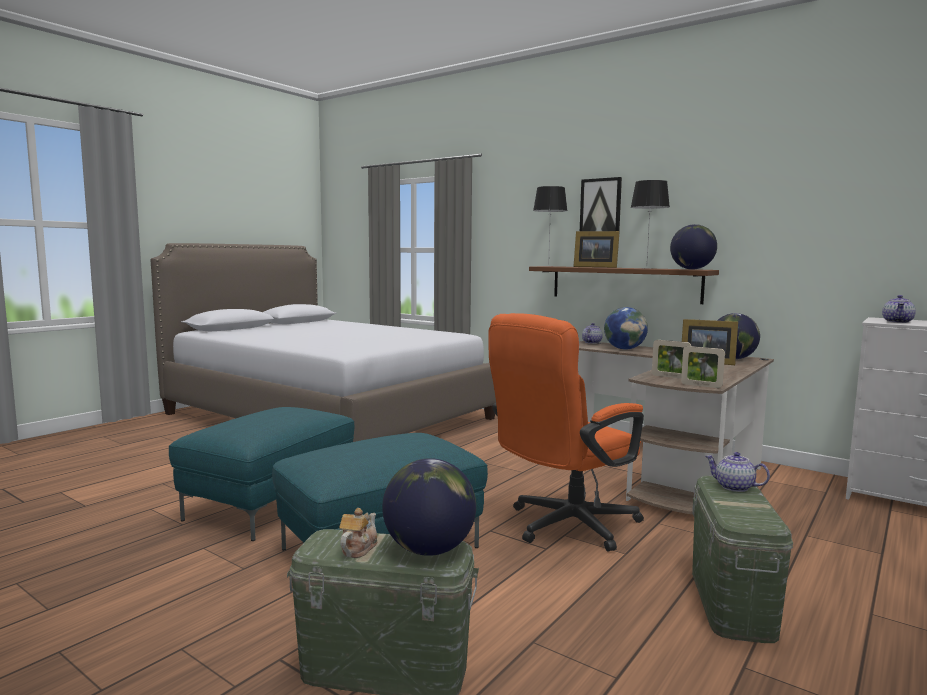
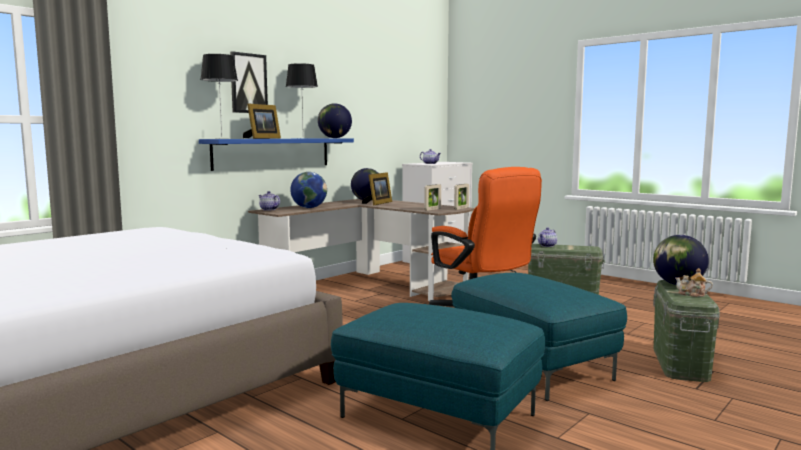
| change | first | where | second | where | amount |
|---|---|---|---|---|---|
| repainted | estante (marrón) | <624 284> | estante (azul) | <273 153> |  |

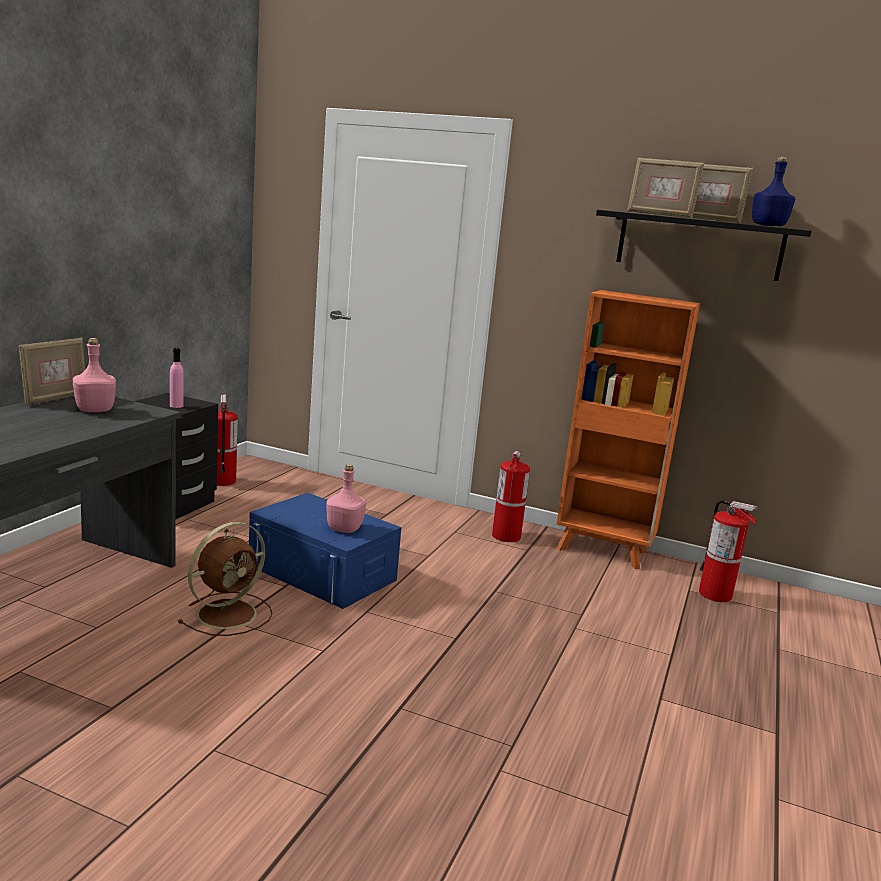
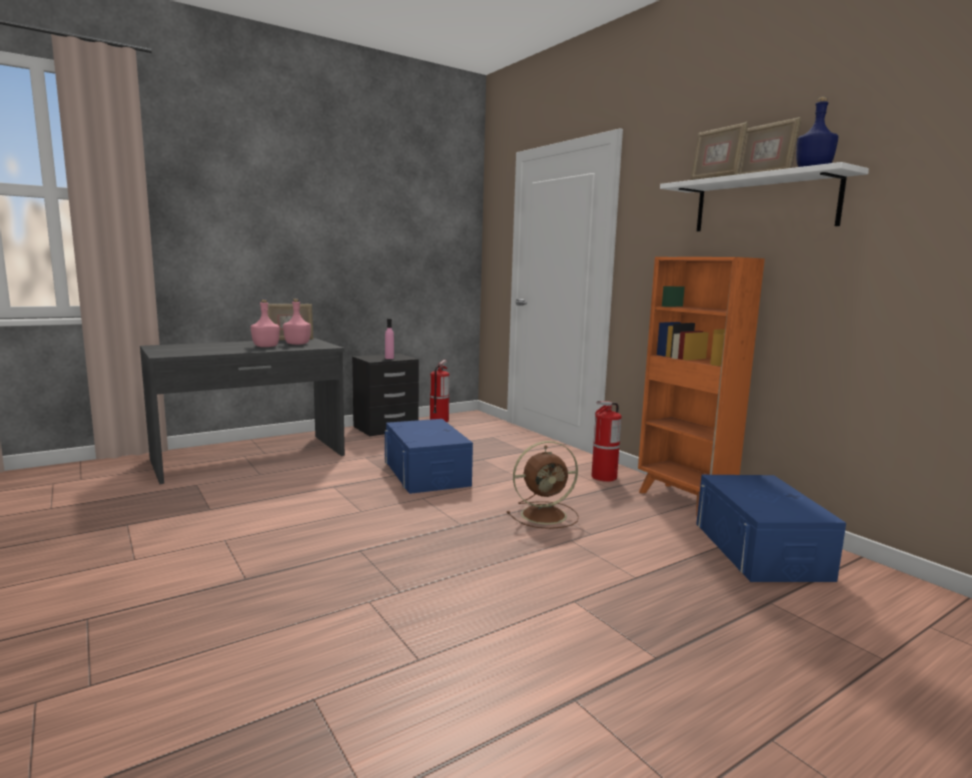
| change | first | where | second | where | amount |
|---|---|---|---|---|---|
| shifted | ventilador (marrón) | <229 613> |  | <545 515> |  |
| shifted | botella (rosa) | <344 529> |  | <265 346> |  |
| swapped | extintor | <715 595> | caja de almacenaje (azul) | <760 550> |  |
| repainted | estante (negro) | <699 246> | estante (blanco) | <764 204> |  |

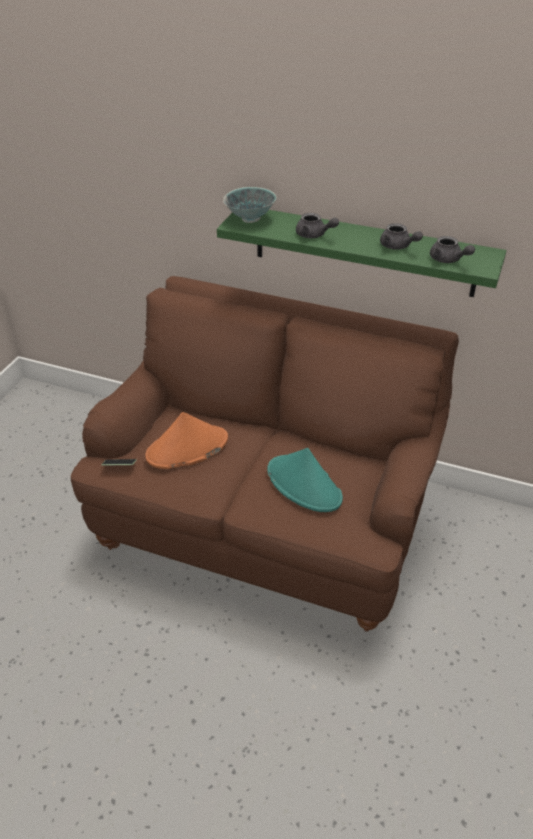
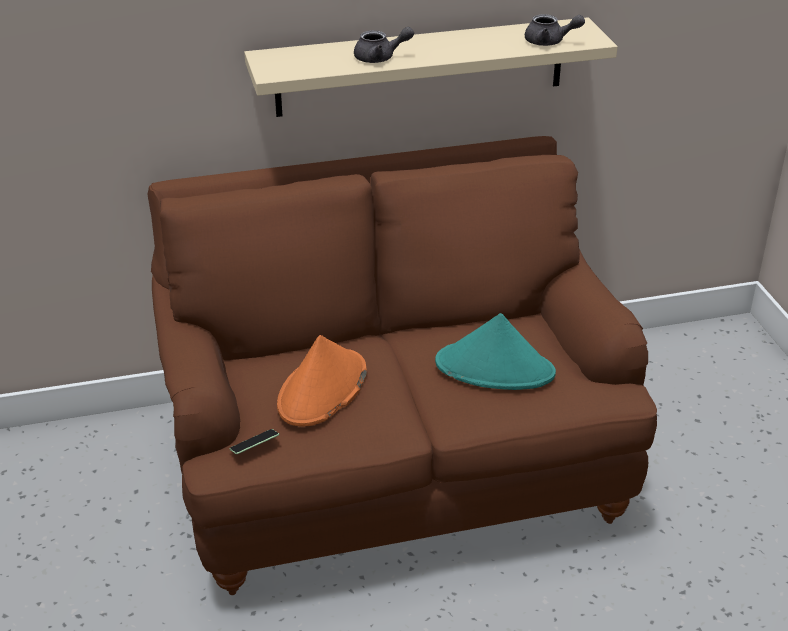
| change | first | where | second | where | amount |
|---|---|---|---|---|---|
| gone | cuenco | <250 218> |  |  |  |
| gone | tetera (gris) | <398 246> |  |  |  |
| repainted | estante (verde) | <364 251> | estante (beis) | <421 67> |  |

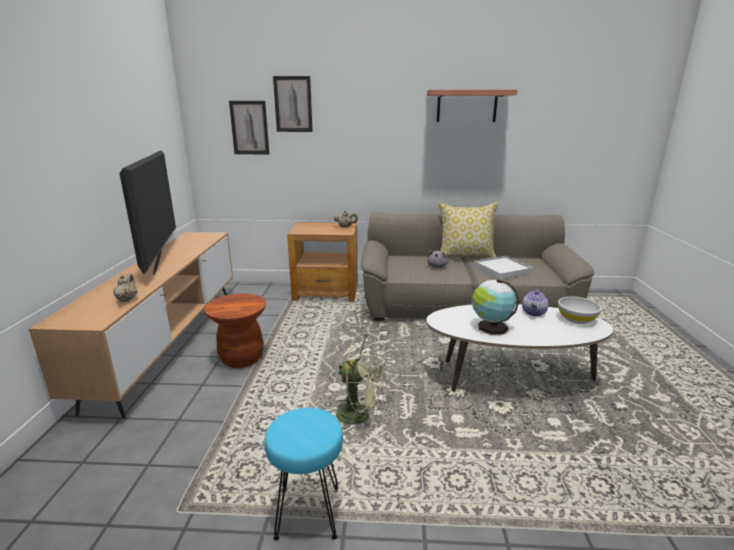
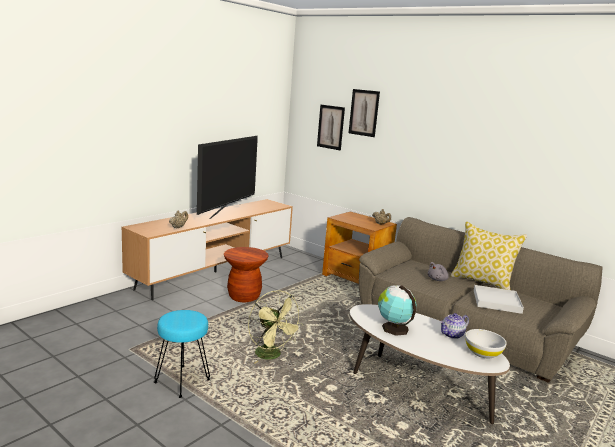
| change | first | where | second | where | amount |
|---|---|---|---|---|---|
| gone | estante | <466 106> |  |  |  |

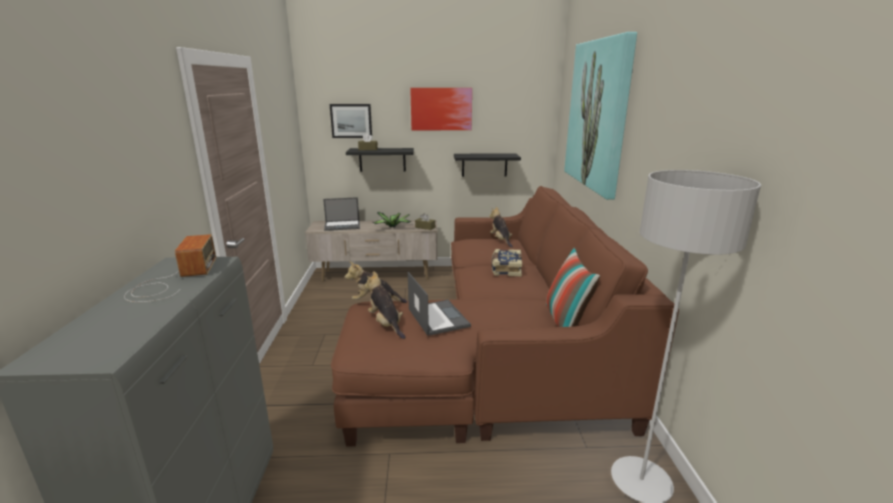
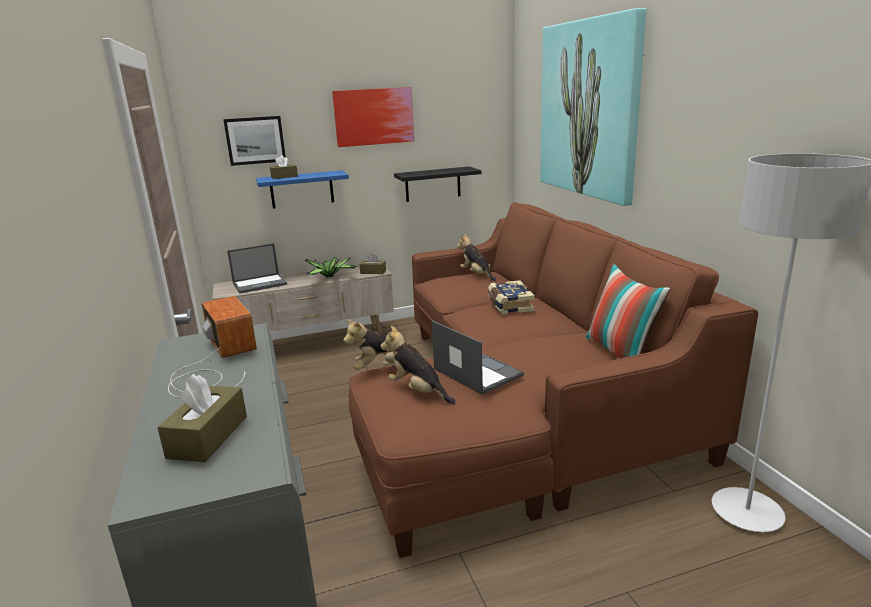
| change | first | where | second | where | amount |
|---|---|---|---|---|---|
| new |  |  | caja de pañuelos (marrón) | <208 437> |  |
| repainted | estante (negro) | <382 159> | estante (azul) | <302 189> |  |

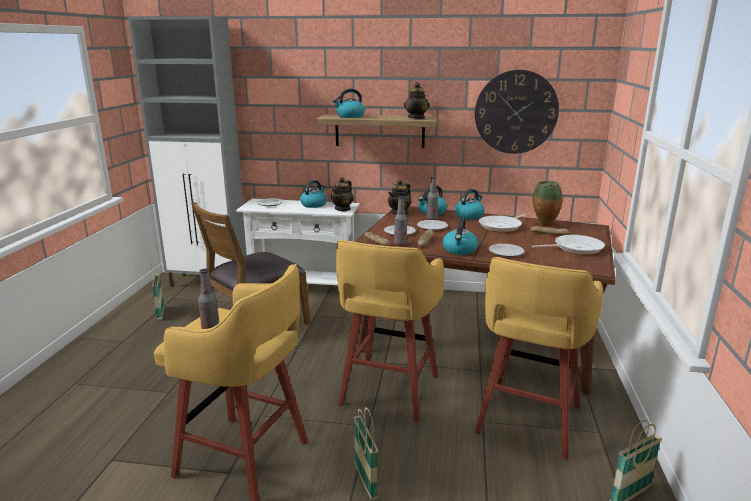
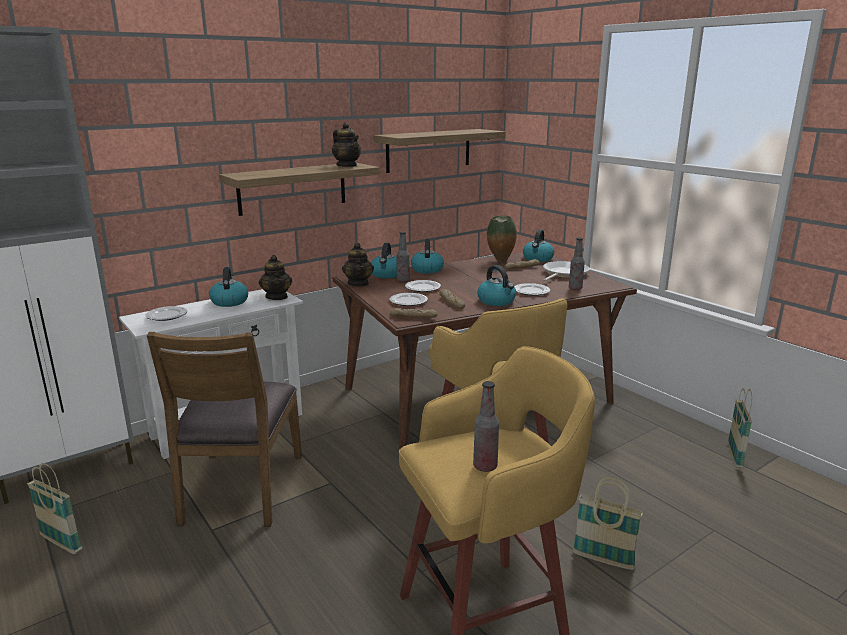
| change | first | where | second | where | amount |
|---|---|---|---|---|---|
| gone | taburete (amarillo) | <527 421> |  |  |  |
| gone | sartén | <501 226> |  |  |  |
| shifted | hervidor | <350 116> |  | <538 259> |  |
| shifted | botella | <400 243> |  | <575 288> |  |
| swapped | reloj de pared | <516 112> | estante | <429 150> |  |

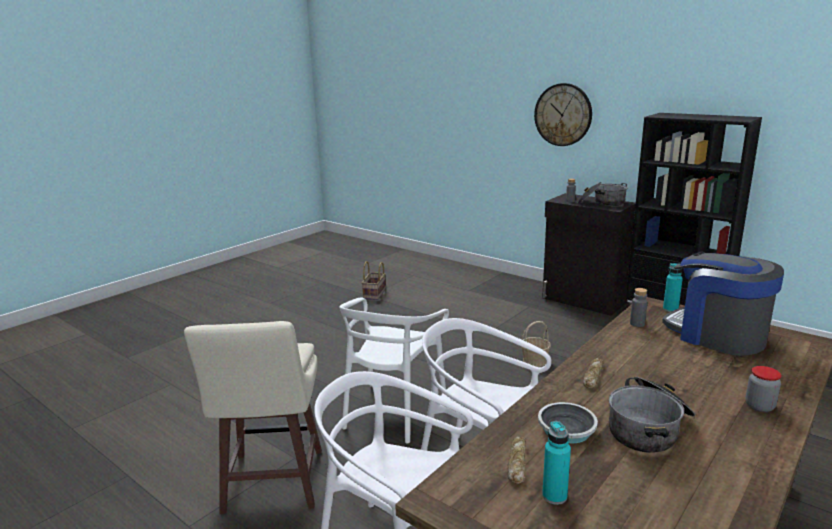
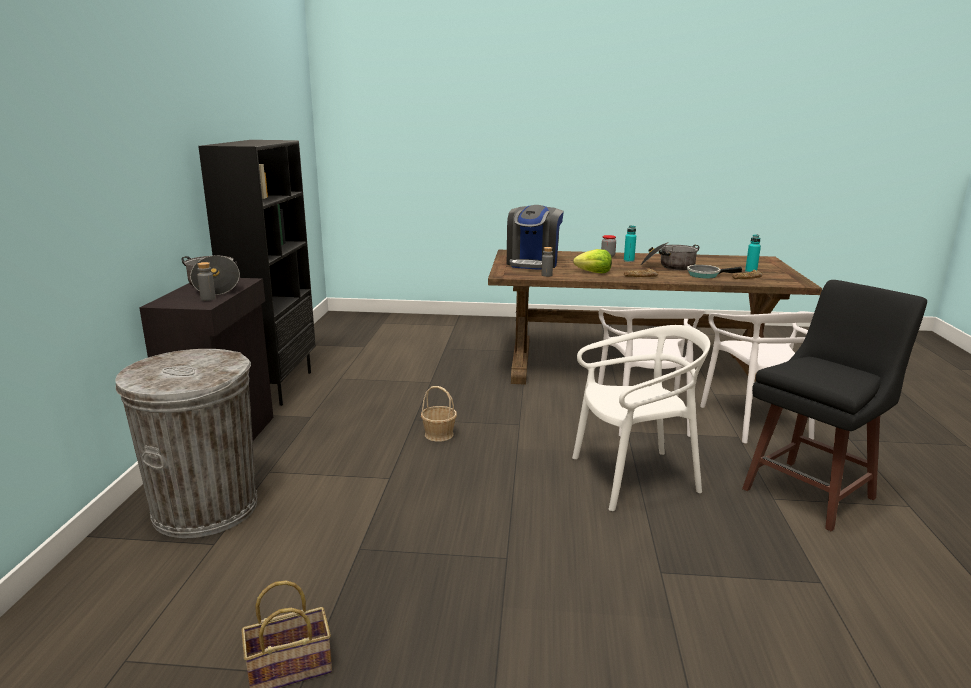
| change | first | where | second | where | amount |
|---|---|---|---|---|---|
| gone | reloj de pared | <563 114> |  |  |  |
| new |  |  | papelera (gris) | <205 508> |  |
| new |  |  | lechuga | <594 273> |  |
| shifted | botella (turquesa) | <670 309> |  | <628 261> |  |
| repainted | taburete (beis) | <272 483> | taburete (negro) | <811 493> |  |

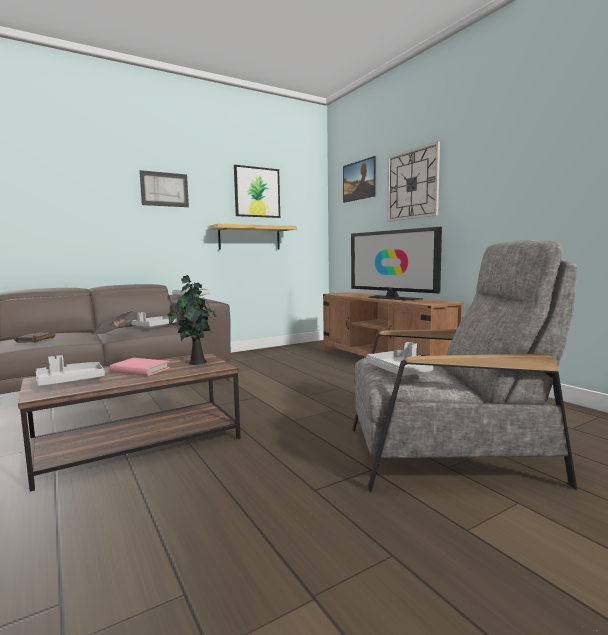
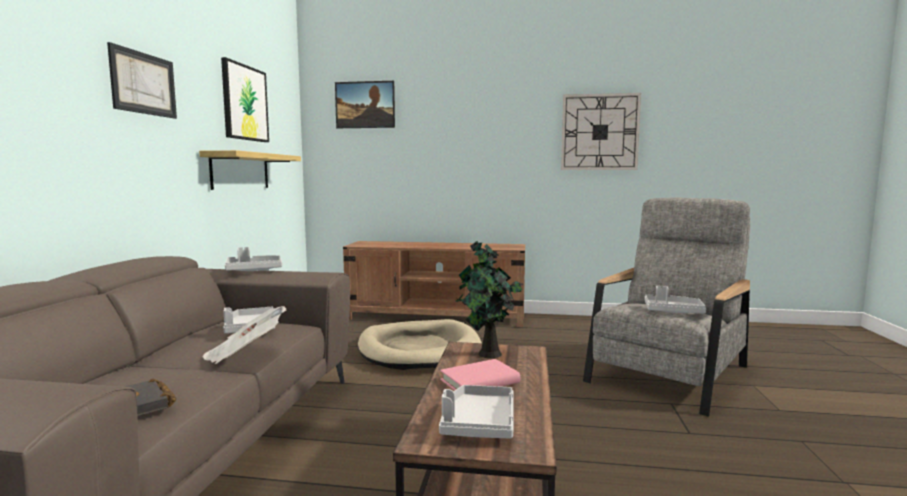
| change | first | where | second | where | amount |
|---|---|---|---|---|---|
| gone | televisor | <392 298> |  |  |  |
| new |  |  | cama para perro (beis) | <419 350> |  |
| shifted | reloj de pared | <412 184> |  | <599 132> |  |

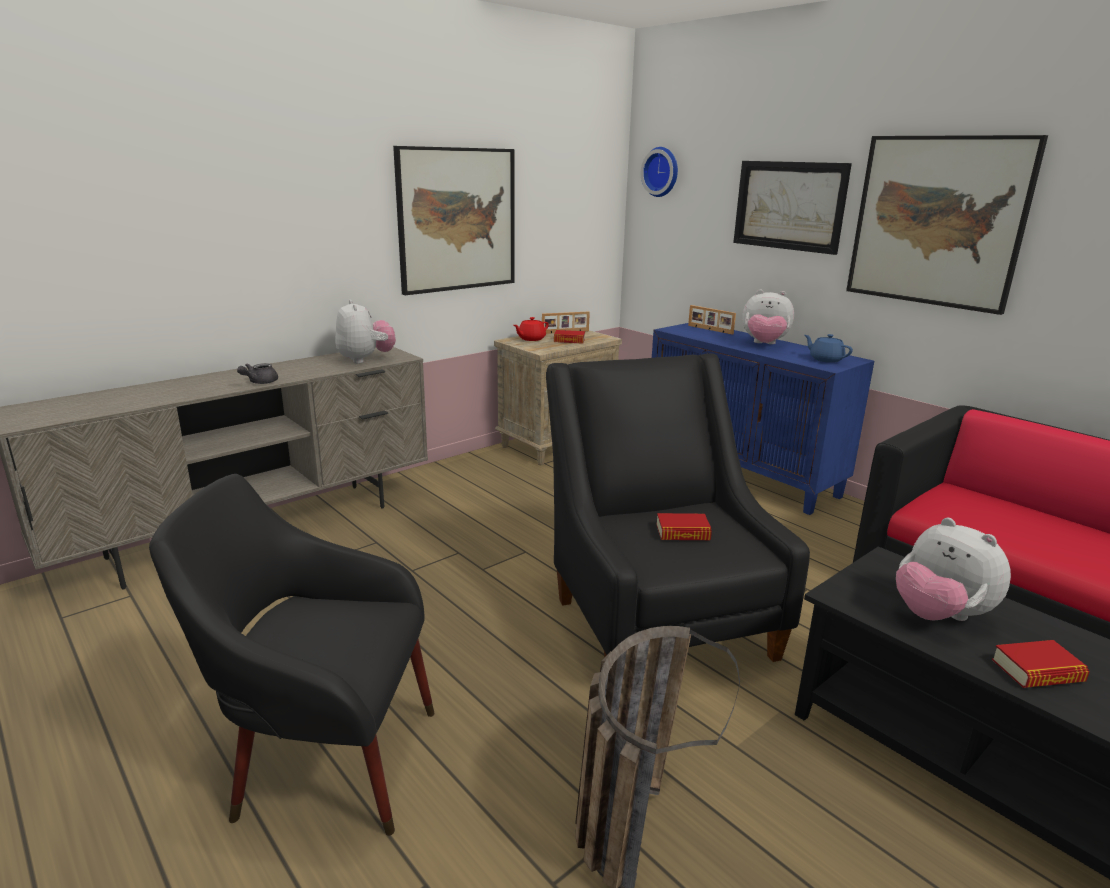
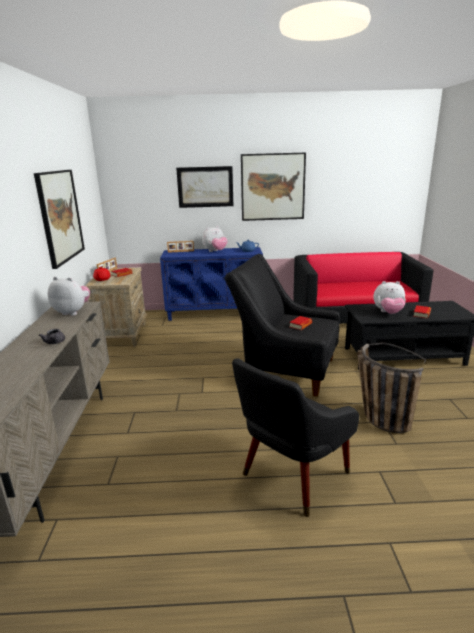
| change | first | where | second | where | amount |
|---|---|---|---|---|---|
| gone | reloj de pared | <662 172> |  |  |  |

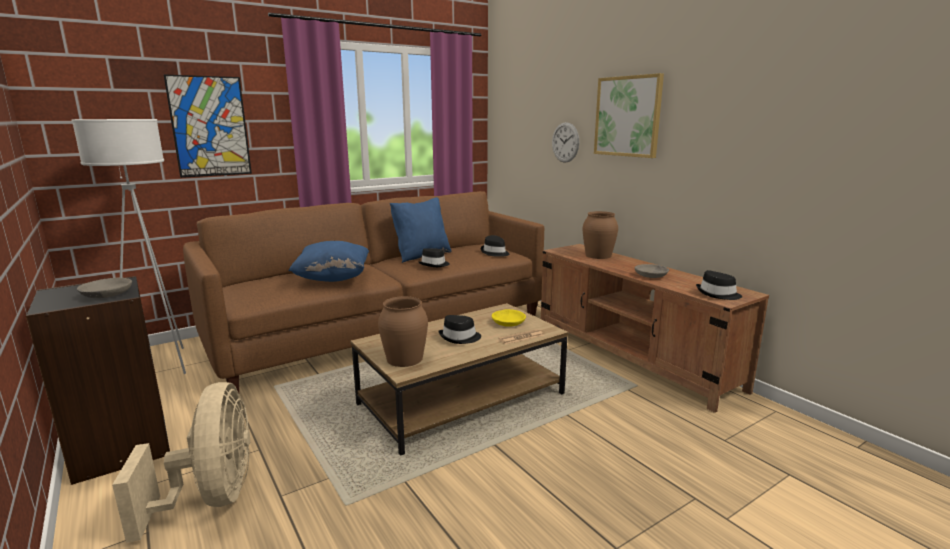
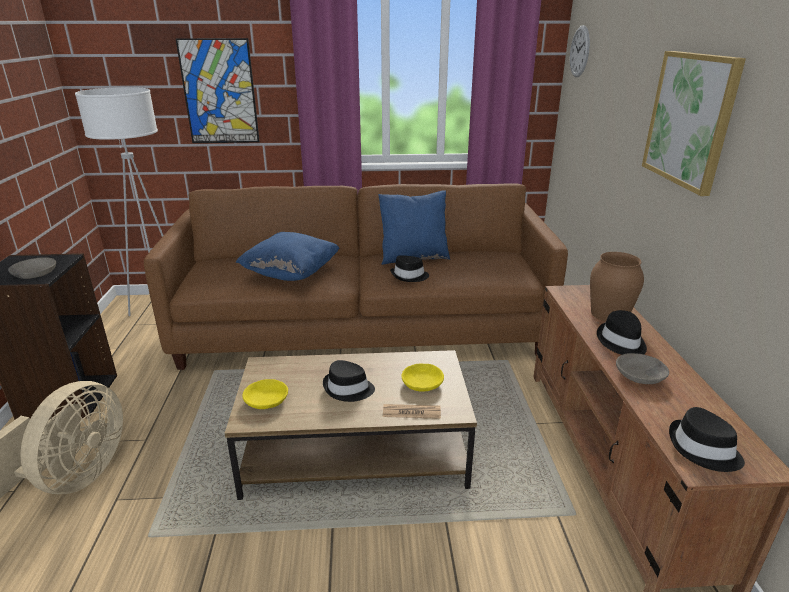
| change | first | where | second | where | amount |
|---|---|---|---|---|---|
| shifted | sombrero (negro) | <495 253> |  | <621 342> |  |
| shifted | reloj de pared | <565 142> |  | <579 51> |  |
| swapped | florero (marrón) | <405 358> | cuenco (amarillo) | <266 401> |  |

